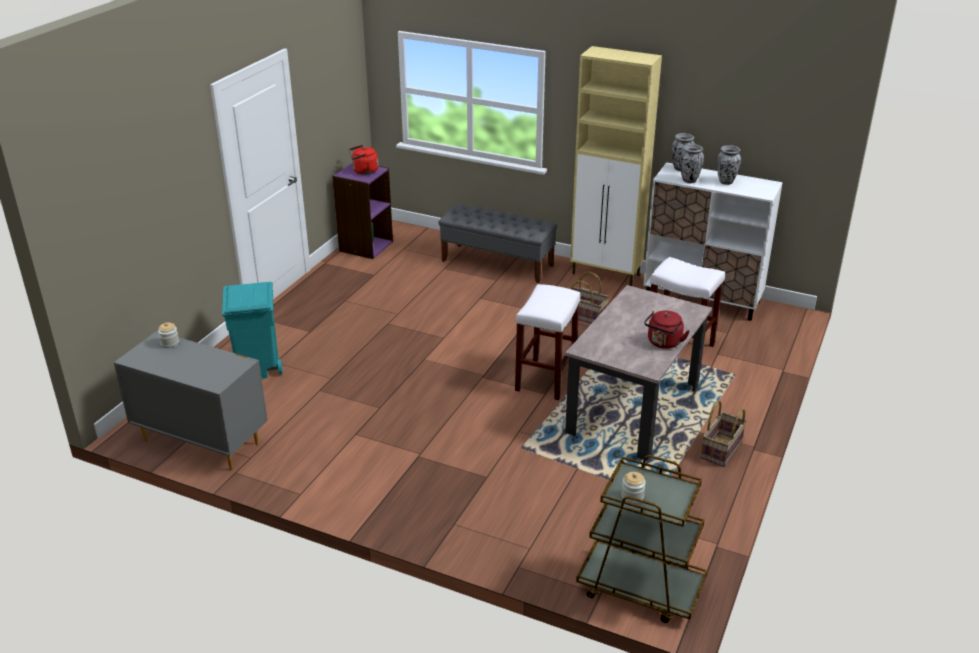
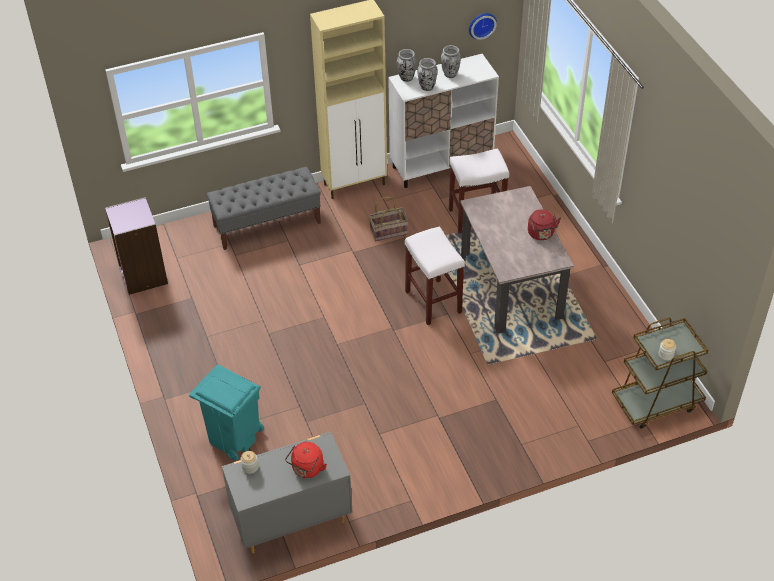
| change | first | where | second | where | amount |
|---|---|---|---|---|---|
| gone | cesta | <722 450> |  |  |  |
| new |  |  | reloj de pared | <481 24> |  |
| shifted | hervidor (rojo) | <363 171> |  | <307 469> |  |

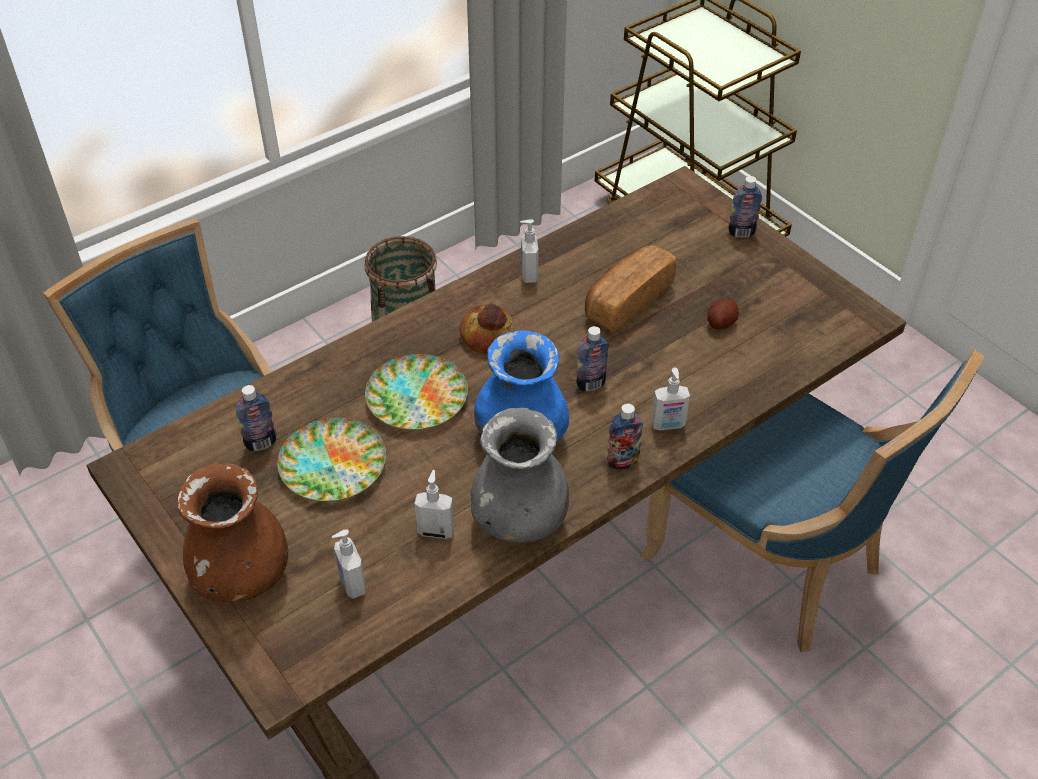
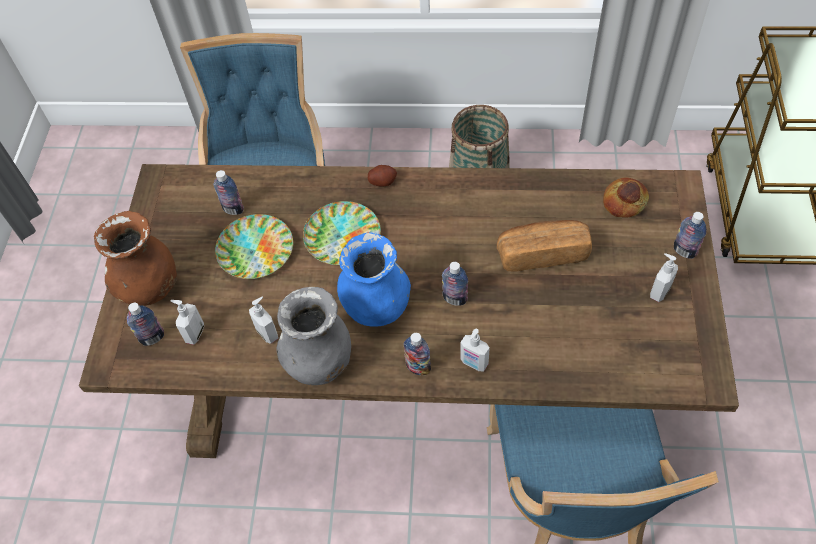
| change | first | where | second | where | amount |
|---|---|---|---|---|---|
| new |  |  | botella | <152 338> |  |
| shifted | pan | <487 335> |  | <624 202> |  |
| shifted | dispensador de jabón | <528 275> |  | <659 291> |  |
| shifted | patata | <721 322> |  | <382 181> |  |

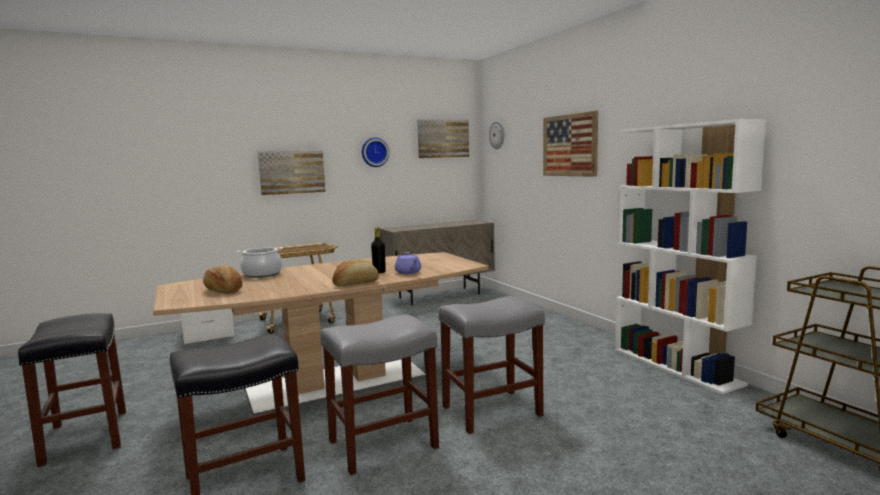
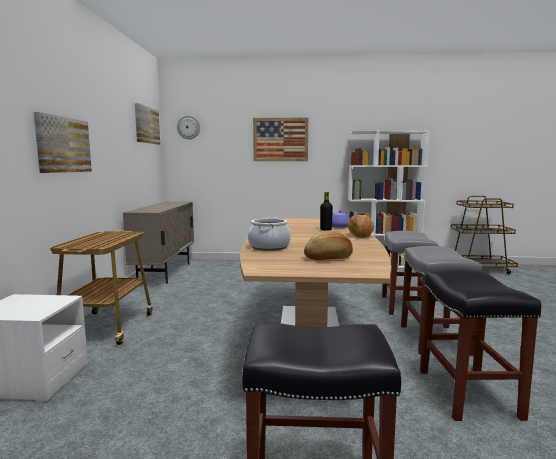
| change | first | where | second | where | amount |
|---|---|---|---|---|---|
| gone | reloj de pared | <374 152> |  |  |  |

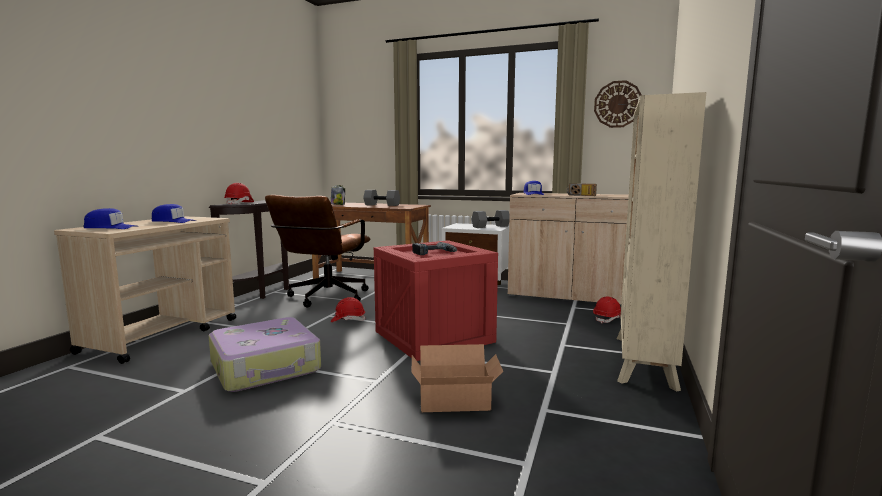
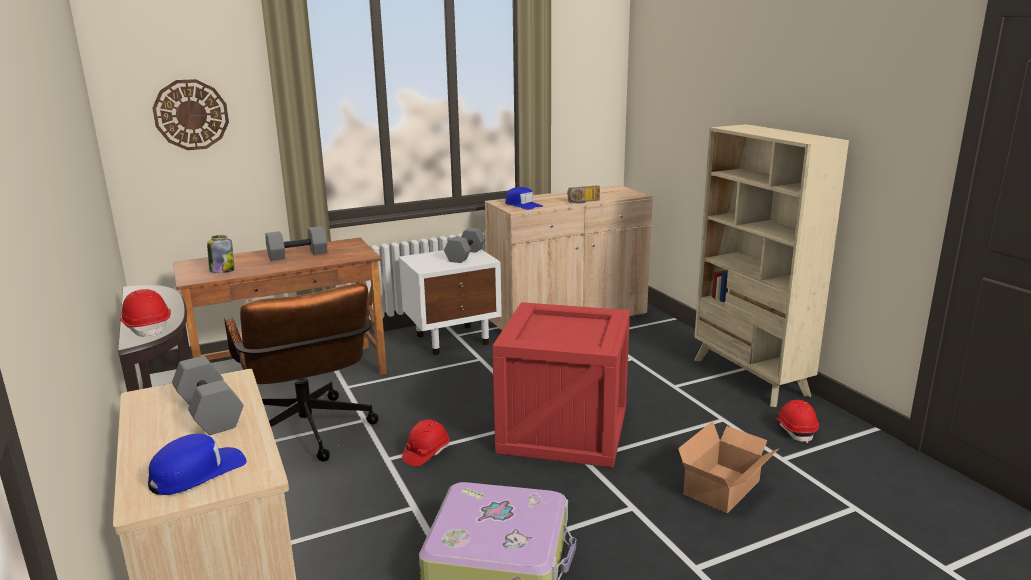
| change | first | where | second | where | amount |
|---|---|---|---|---|---|
| gone | taladro | <434 253> |  |  |  |
| shifted | casco (rojo) | <608 319> |  | <795 430> |  |
| shifted | reloj de pared | <618 104> |  | <191 115> |  |
| swapped | gorra (azul) | <173 221> | mancuerna (gris) | <208 412> |  |

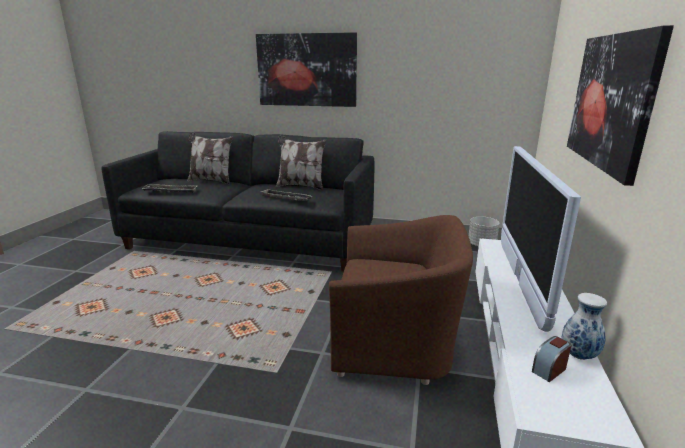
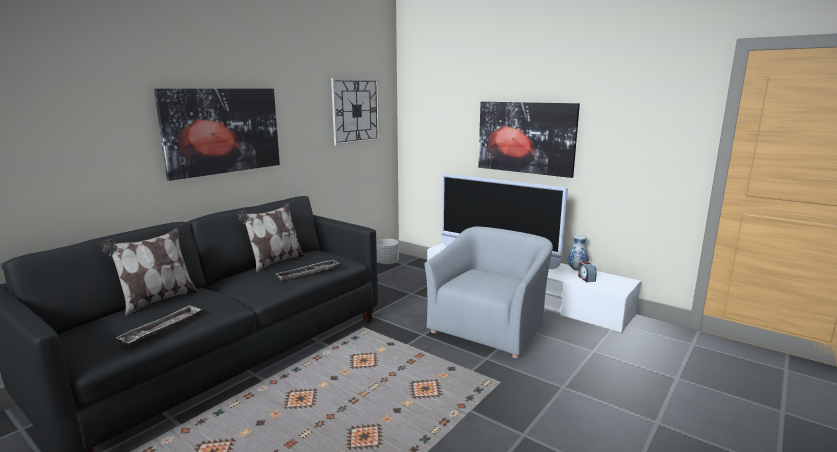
| change | first | where | second | where | amount |
|---|---|---|---|---|---|
| new |  |  | reloj de pared | <356 111> |  |
| repainted | sillón (marrón) | <395 340> | sillón (gris) | <489 328> |  |

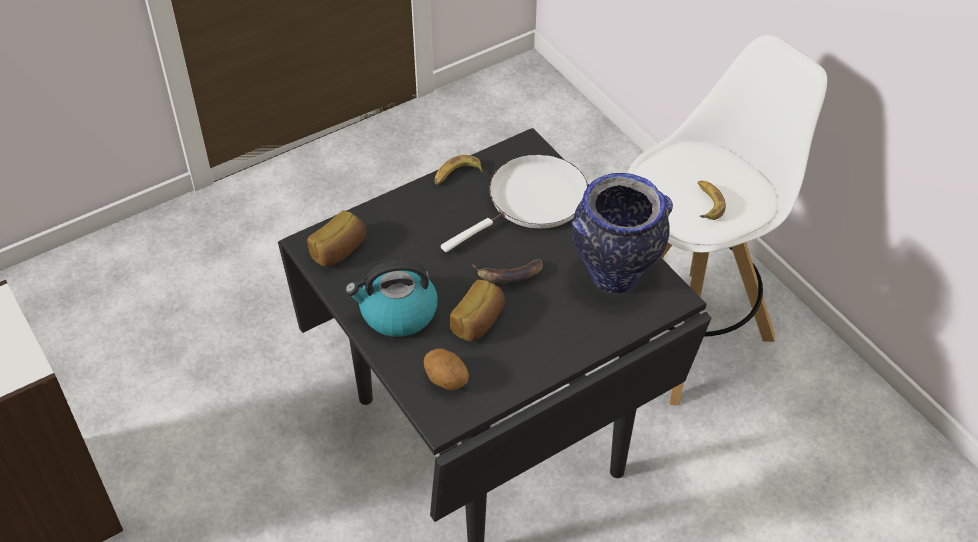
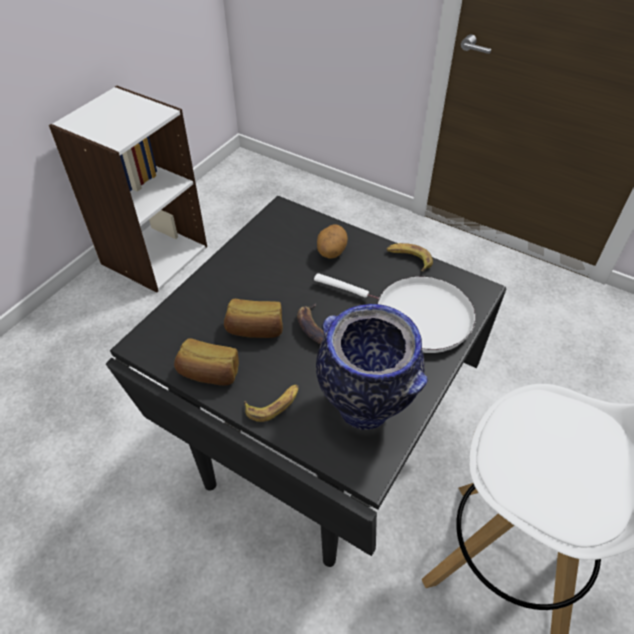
| change | first | where | second | where | amount |
|---|---|---|---|---|---|
| gone | hervidor | <397 313> |  |  |  |
| shifted | pan | <339 251> |  | <209 374> |  |
| shifted | patata | <445 380> |  | <331 252> |  |
| shifted | plátano | <707 203> |  | <273 404> |  |

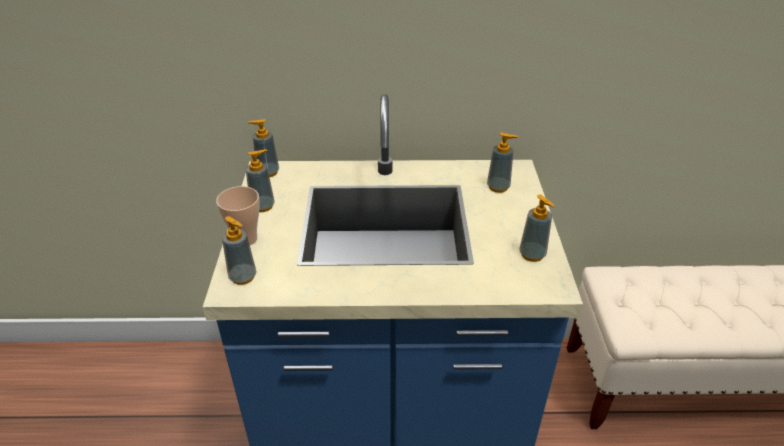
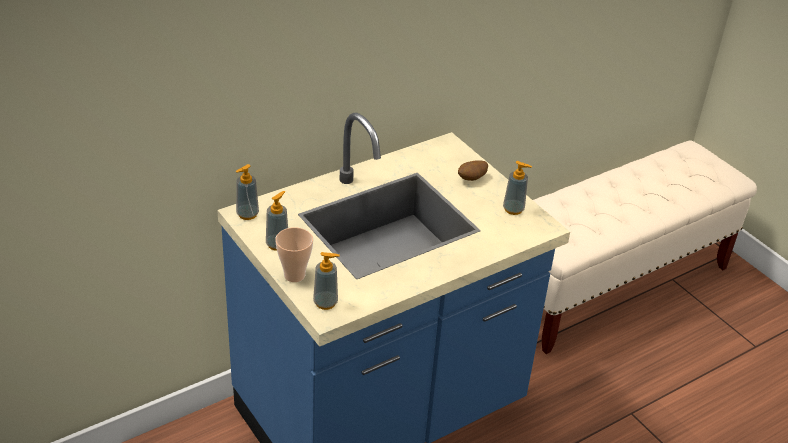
| change | first | where | second | where | amount |
|---|---|---|---|---|---|
| gone | dispensador de jabón | <498 187> |  |  |  |
| new |  |  | patata | <472 179> |  |

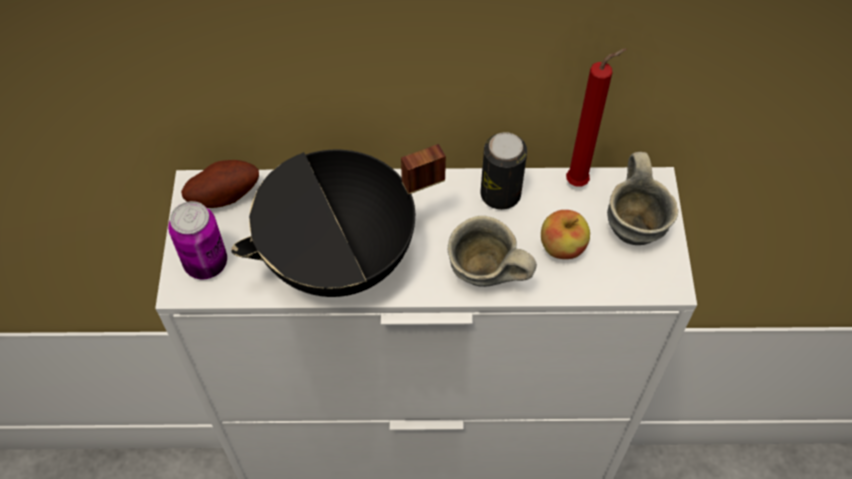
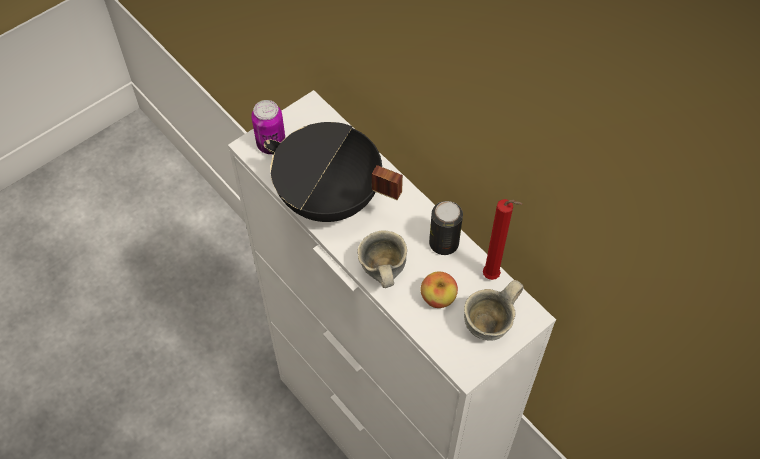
| change | first | where | second | where | amount |
|---|---|---|---|---|---|
| gone | patata | <224 194> |  |  |  |

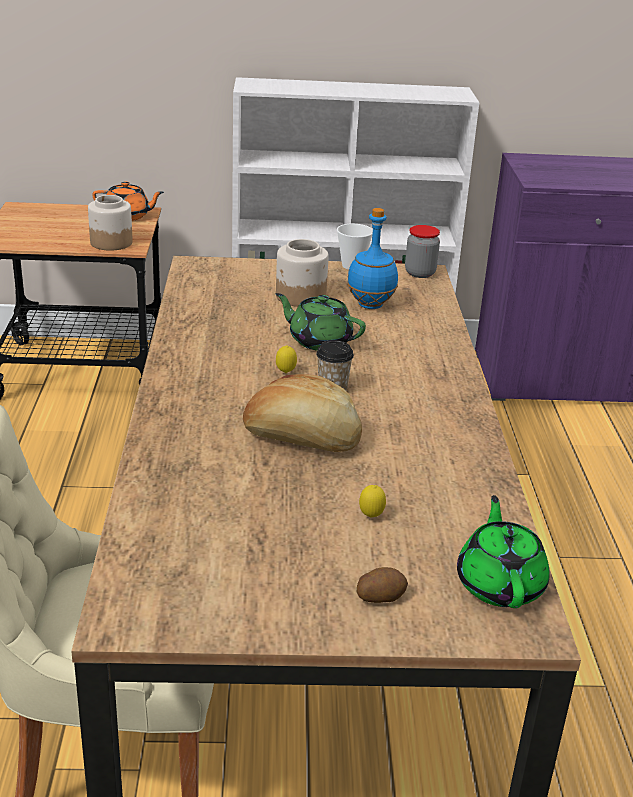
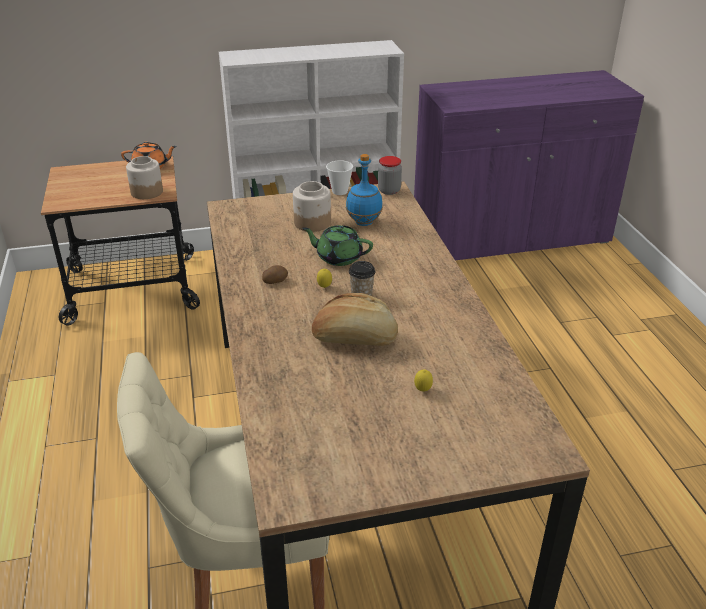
| change | first | where | second | where | amount |
|---|---|---|---|---|---|
| gone | tetera (verde) | <500 584> |  |  |  |
| shifted | patata | <380 596> |  | <275 281> |  |

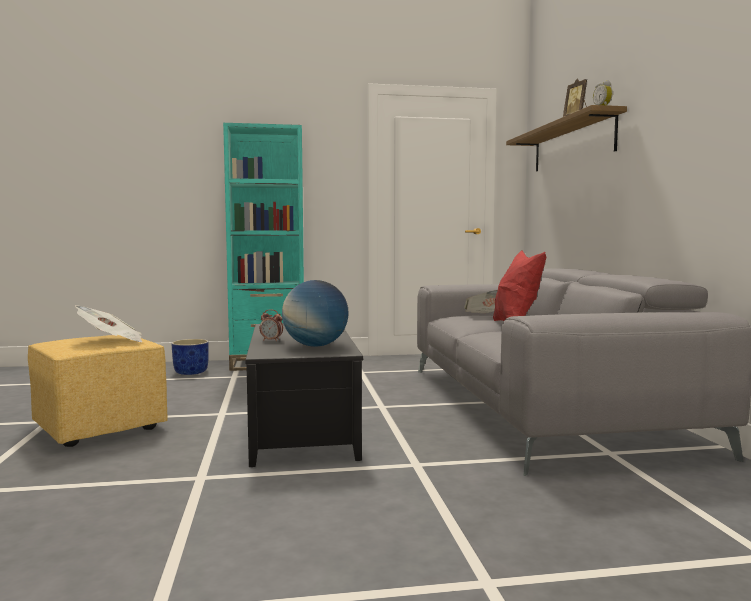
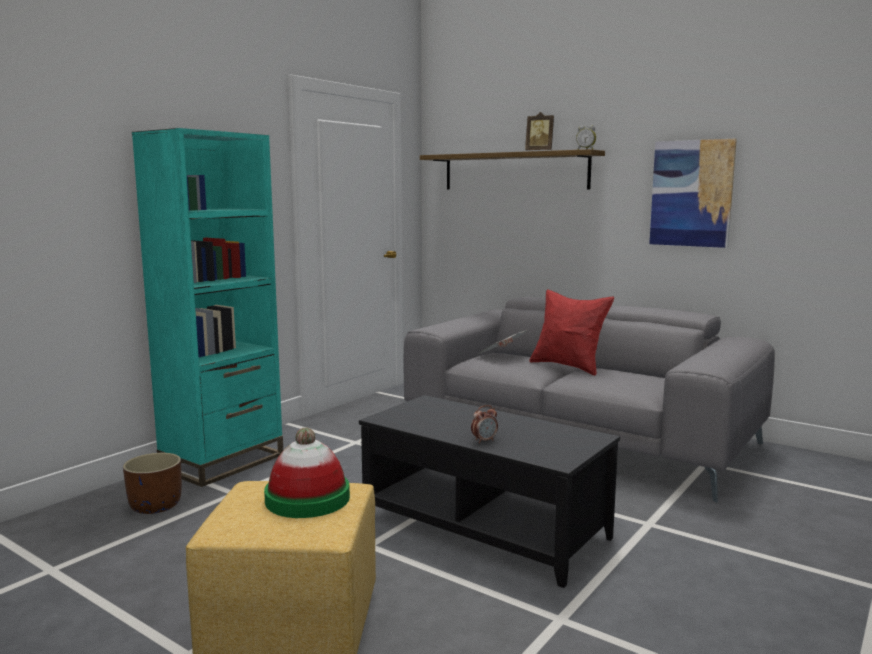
| change | first | where | second | where | amount |
|---|---|---|---|---|---|
| gone | globo terráqueo | <315 346> |  |  |  |
| new |  |  | cuadro | <691 193> |  |
| swapped | periódico | <112 341> | sombrero | <307 499> |  |
| repainted | maceta (azul) | <190 372> | maceta (marrón) | <154 506> |  |

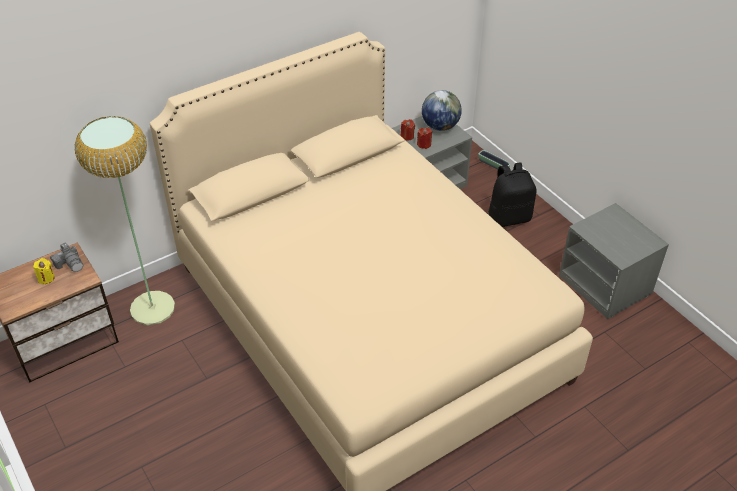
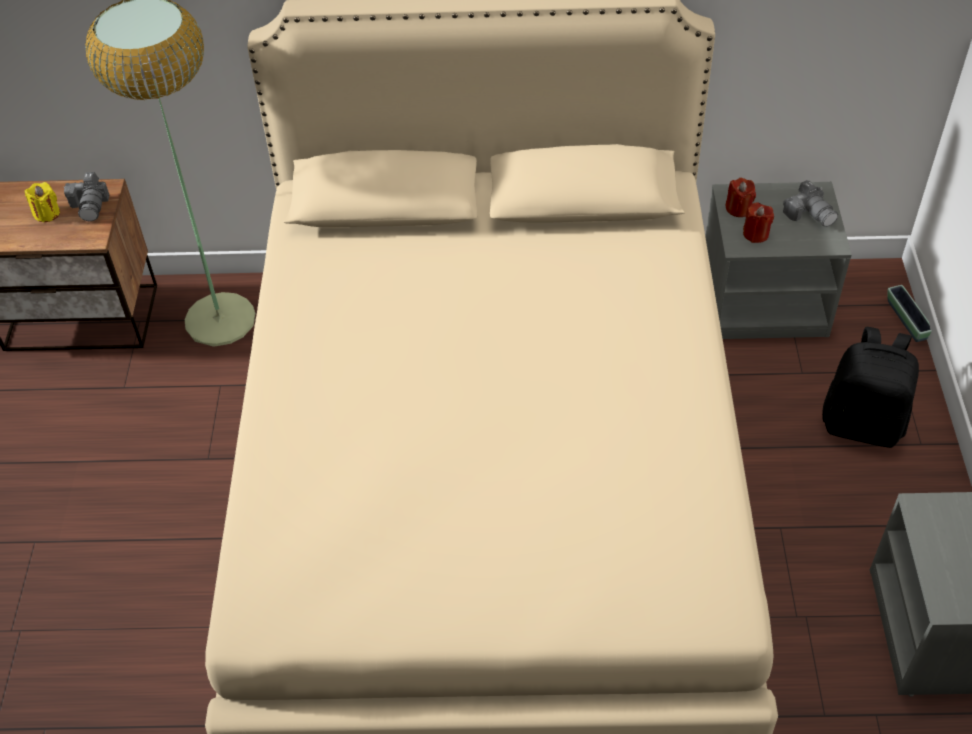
| change | first | where | second | where | amount |
|---|---|---|---|---|---|
| swapped | globo terráqueo | <440 126> | cámara | <809 213> |  |

